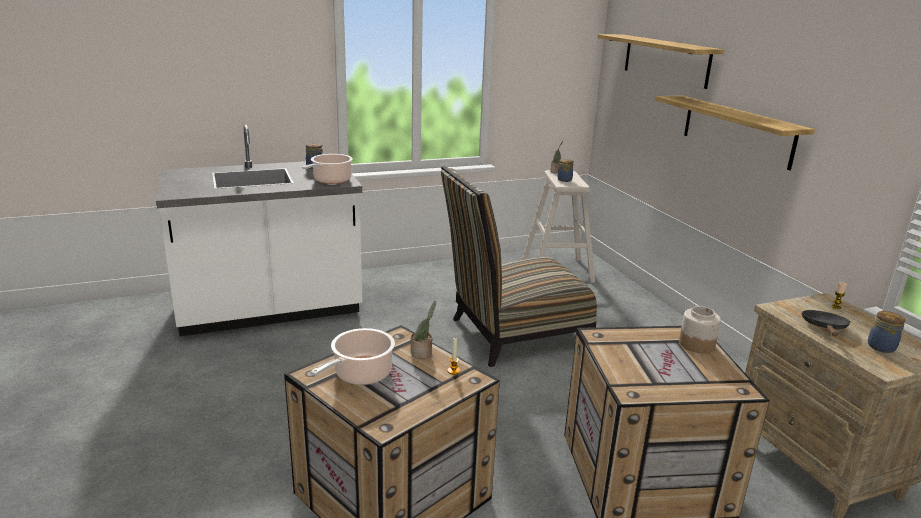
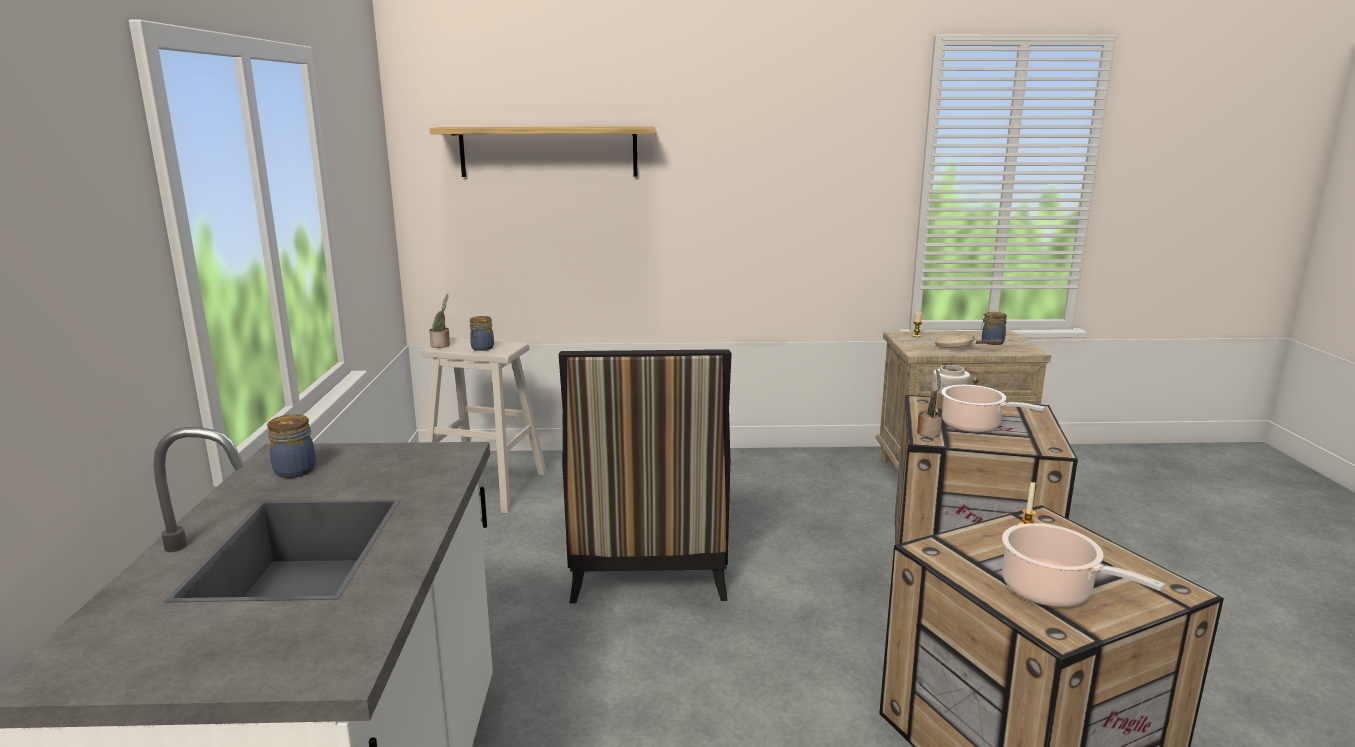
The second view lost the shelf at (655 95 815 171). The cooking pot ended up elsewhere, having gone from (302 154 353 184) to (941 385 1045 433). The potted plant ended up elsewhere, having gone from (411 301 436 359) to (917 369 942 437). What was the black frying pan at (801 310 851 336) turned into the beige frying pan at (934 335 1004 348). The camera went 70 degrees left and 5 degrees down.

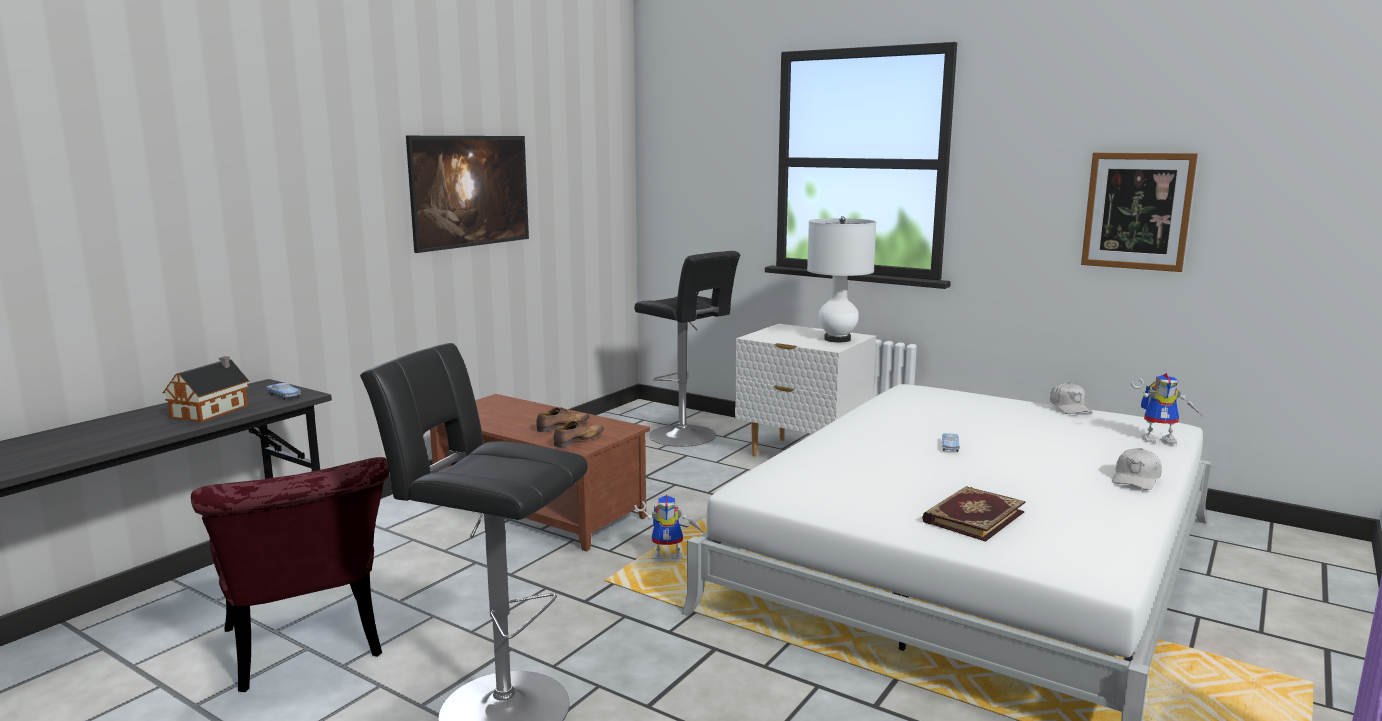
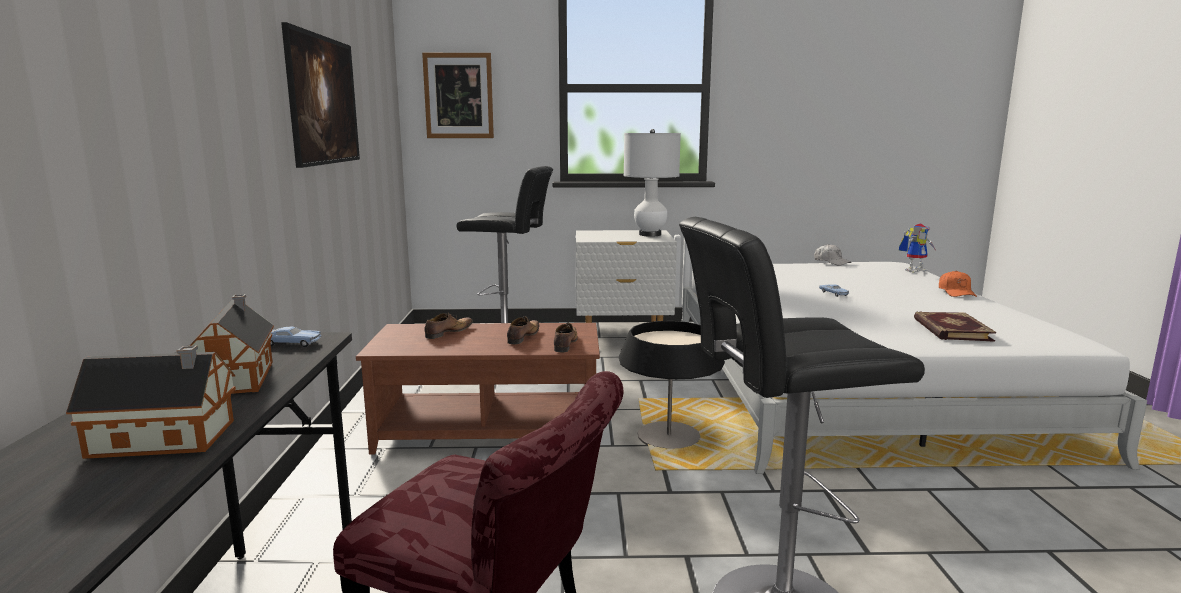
The picture ended up elsewhere, having gone from (1081 153 1198 272) to (422 53 494 138). What was the white cap at (1112 448 1162 490) turned into the orange cap at (939 271 977 297). Where the toy robot stood at (634 494 704 562), the table lamp came to stand at (619 321 725 449). The second view gained the shoe at (425 312 473 339). The second view gained the toy house at (66 346 236 459). The camera went 35 degrees left and 0 degrees up.

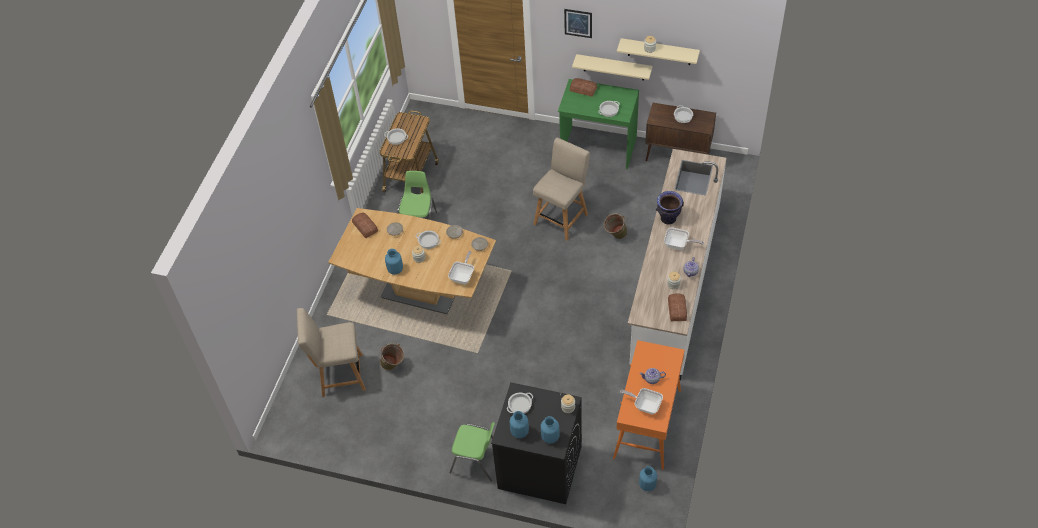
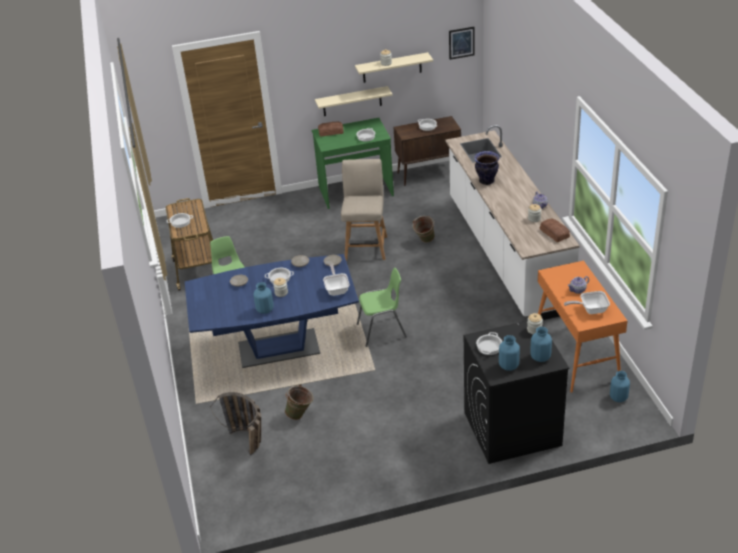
The picture ended up elsewhere, having gone from (564 9 592 38) to (449 27 475 60). What was the brown dining table at (328 208 496 314) turned into the blue dining table at (185 254 359 368). The second view lost the bread at (352 212 378 238). The second view lost the frying pan at (664 227 704 250). Where the beige chair stood at (297 308 366 397), the basket came to stand at (210 392 261 455). The green chair ended up elsewhere, having gone from (449 422 495 481) to (357 268 407 347). The camera went 30 degrees left and 15 degrees down.

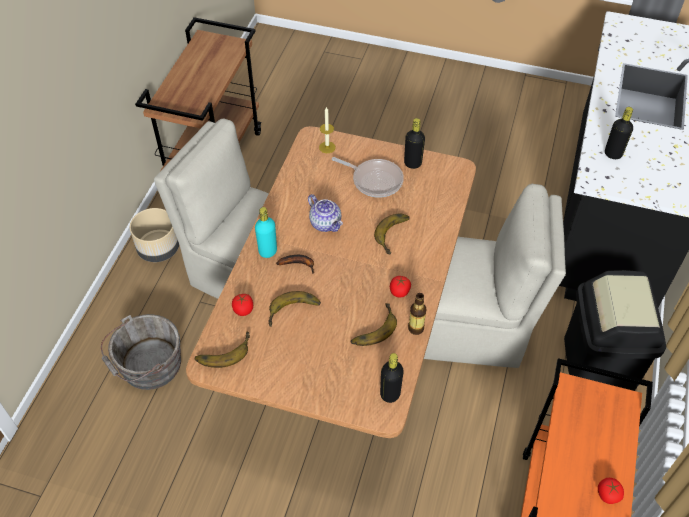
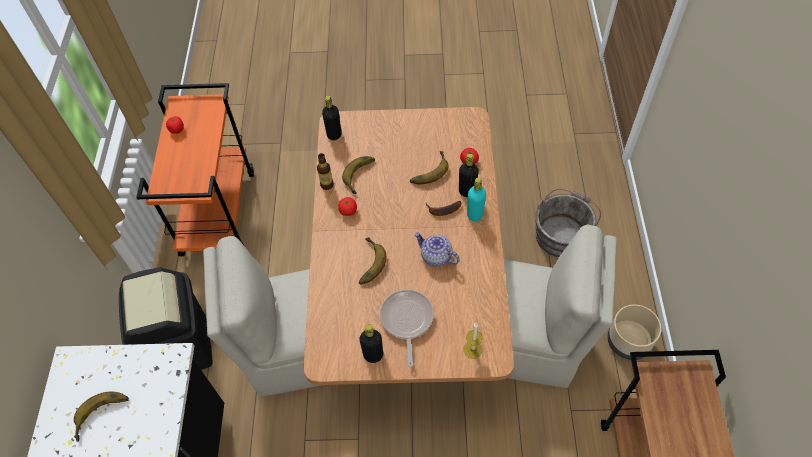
The black bottle ended up elsewhere, having gone from (605 107 633 159) to (459 154 479 197). The frying pan at (332 157 404 198) ended up facing another way, 75 degrees clockwise from before. The banana ended up elsewhere, having gone from (195 332 250 368) to (74 392 129 442). The camera went 165 degrees right and 5 degrees up.

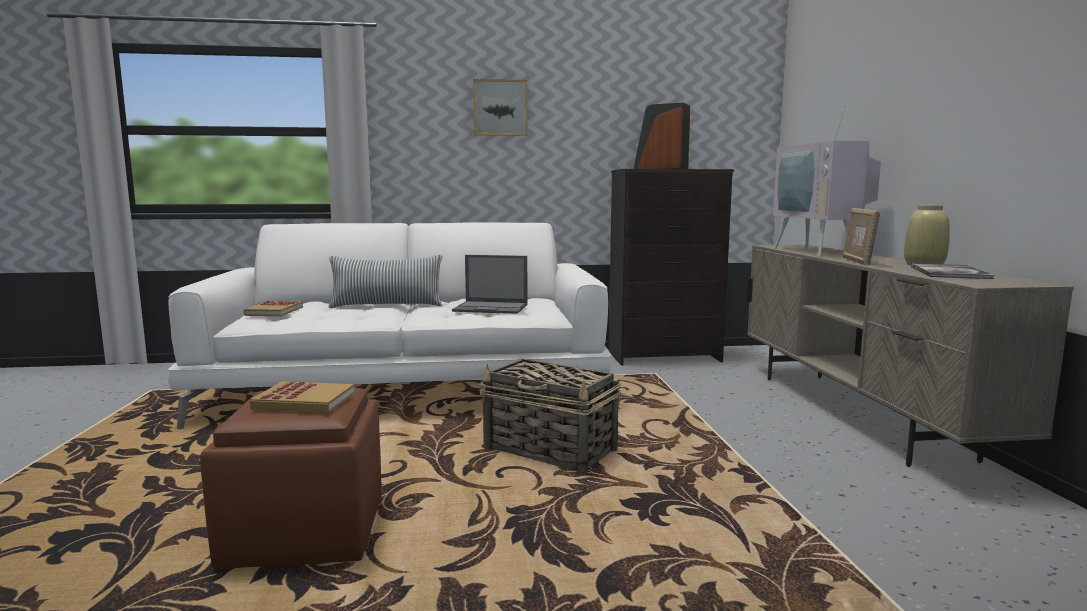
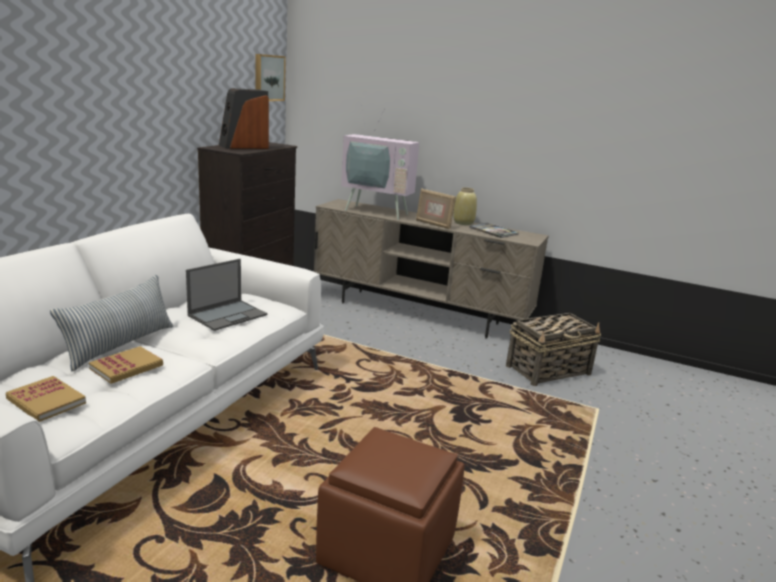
The picture ended up elsewhere, having gone from (473 79 528 136) to (255 54 286 101). The basket ended up elsewhere, having gone from (479 359 621 474) to (506 313 601 386). The book ended up elsewhere, having gone from (250 381 354 413) to (89 346 163 384). The camera went 60 degrees left and 10 degrees up.

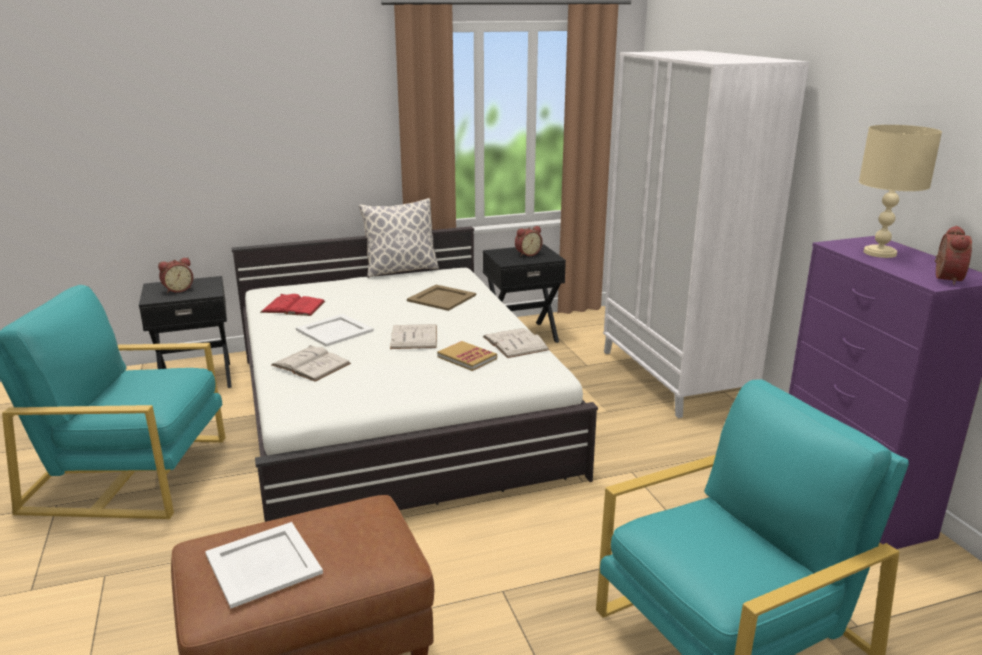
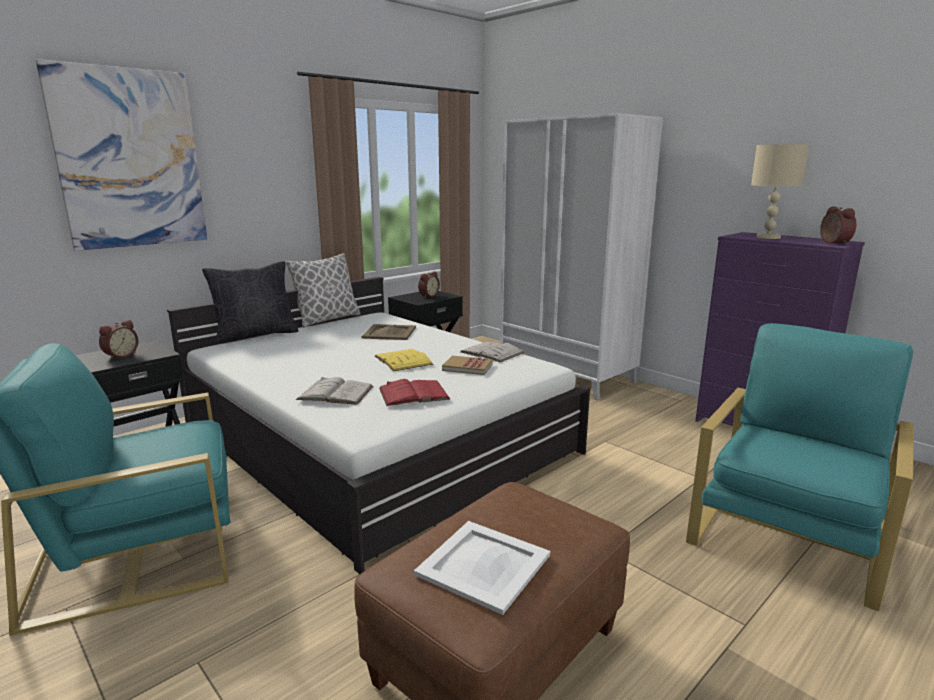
The red book ended up elsewhere, having gone from (260 294 325 316) to (379 379 450 406). The second view lost the white tray at (296 314 374 347). What was the white book at (390 324 437 349) turned into the yellow book at (375 349 433 371). The second view gained the picture at (36 59 207 251). The second view gained the black pillow at (202 261 299 344). The camera went 25 degrees left and 5 degrees down.

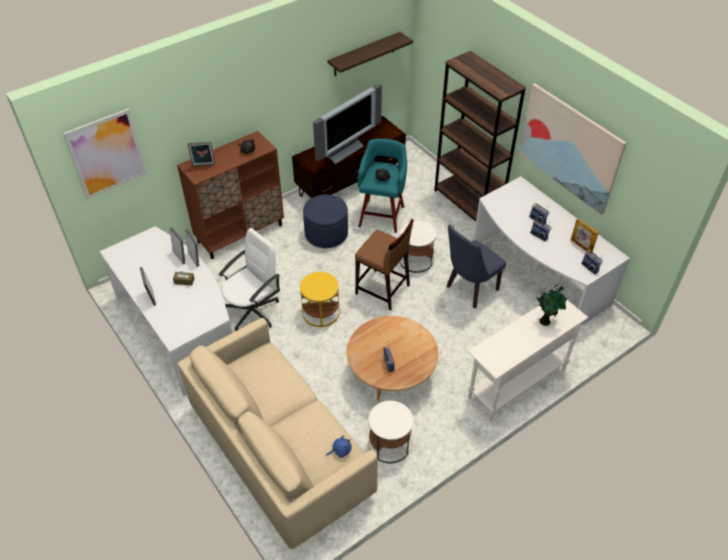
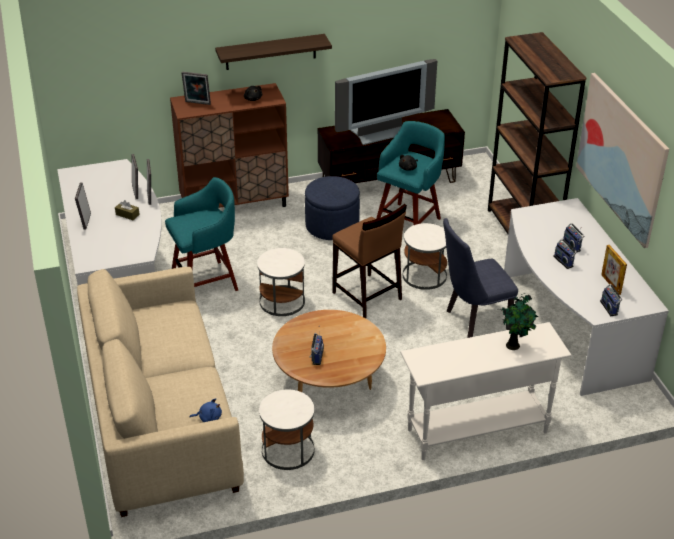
The shelf ended up elsewhere, having gone from (328 32 413 76) to (215 34 332 70). The second view lost the picture at (63 109 147 199). Where the white office chair stood at (219 228 280 331), the turquoise stool came to stand at (165 177 238 291). What was the yellow side table at (300 272 339 327) turned into the white side table at (257 248 305 316). The camera went 20 degrees right and 10 degrees down.

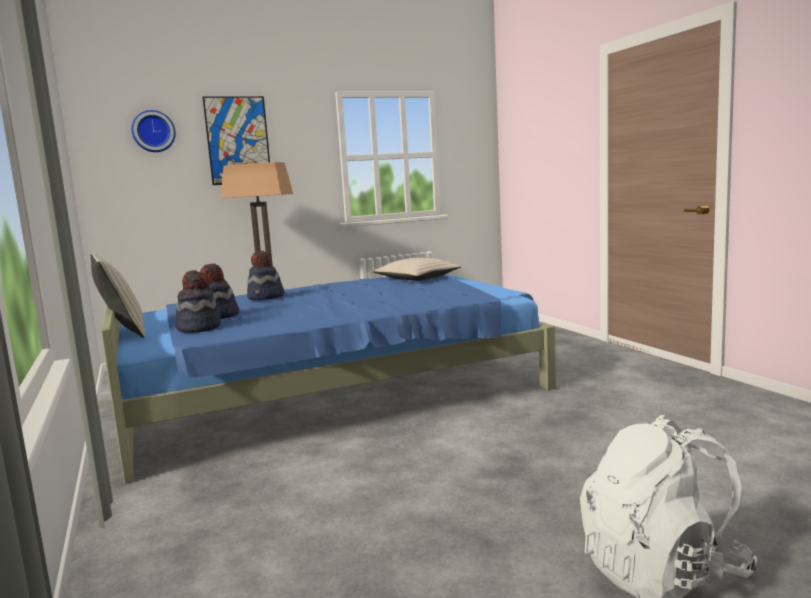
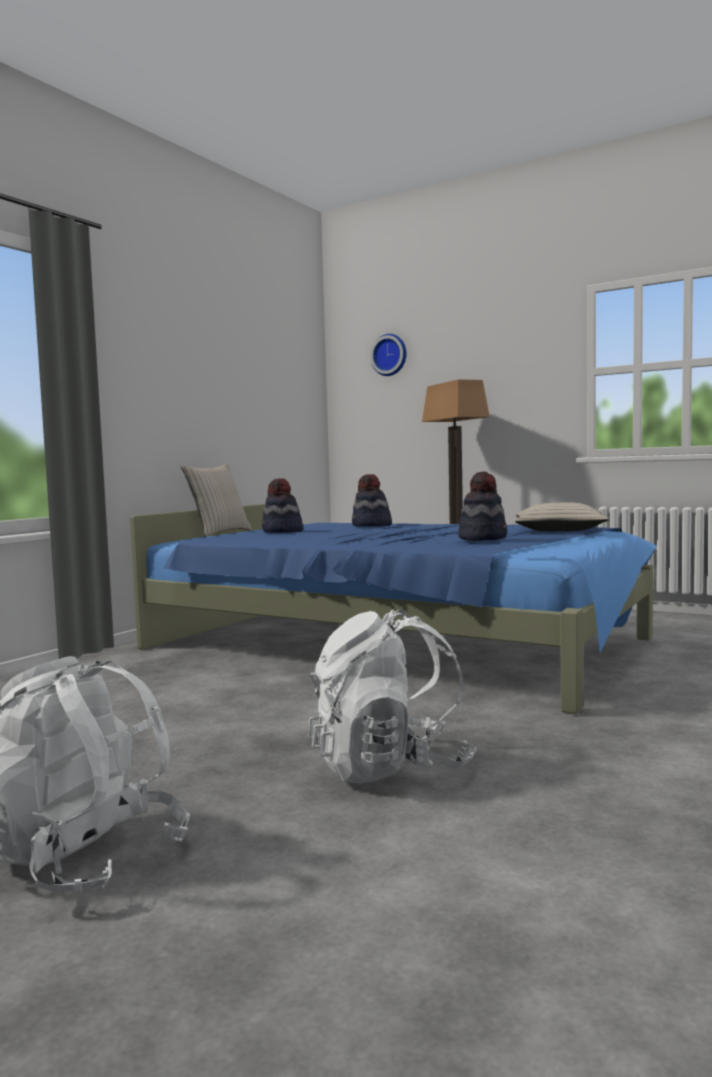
The second view lost the picture at (203 96 270 185). The hat ended up elsewhere, having gone from (176 270 221 333) to (458 472 507 541). The second view gained the white backpack at (309 609 477 784). The camera went 55 degrees right and 5 degrees down.

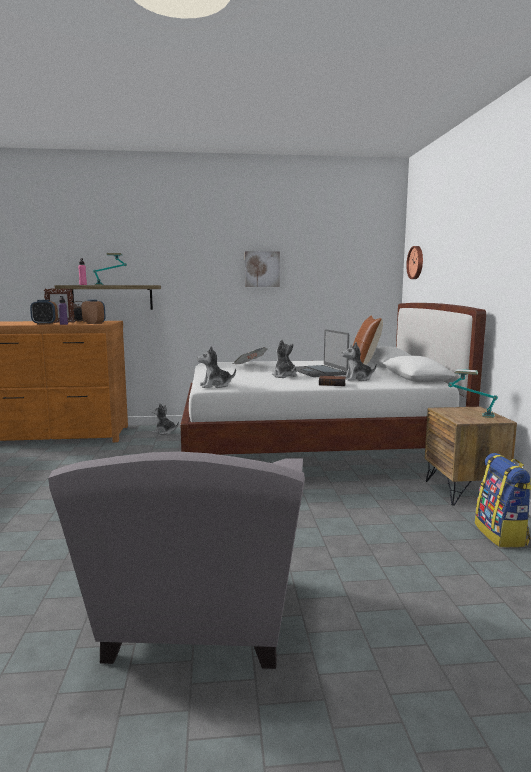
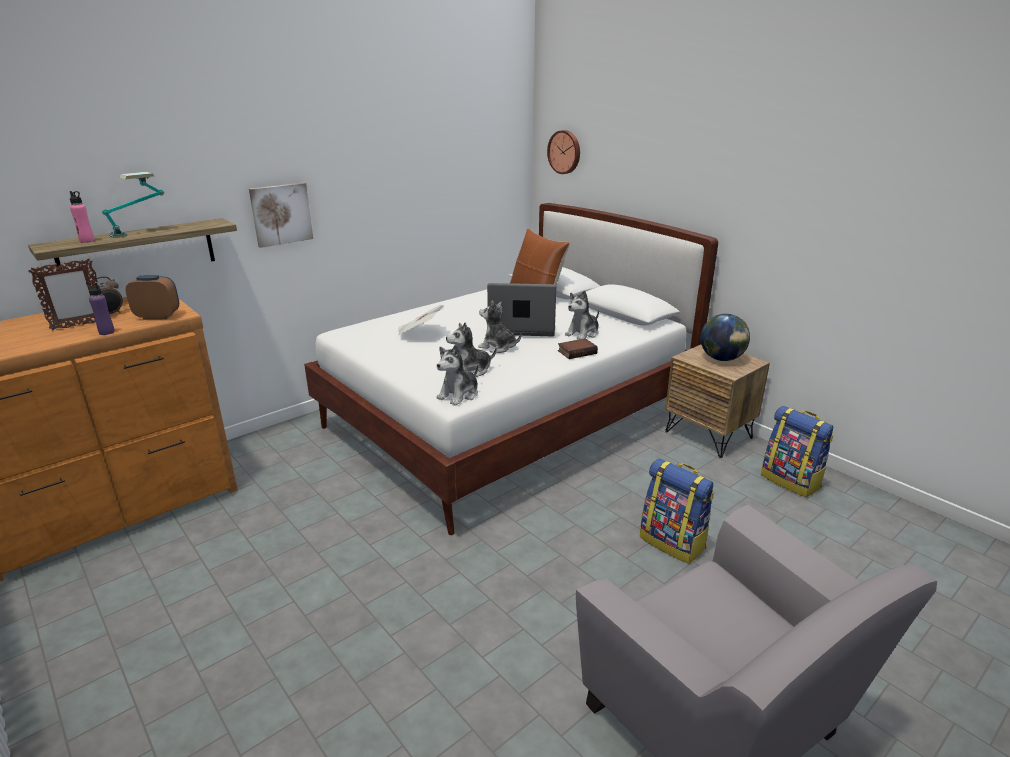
The picture ended up elsewhere, having gone from (245 251 280 287) to (249 183 313 248). The second view lost the alarm clock at (30 300 58 325). The laptop at (295 329 349 377) ended up facing another way, 150 degrees clockwise from before. Where the table lamp stood at (448 369 498 418), the globe came to stand at (700 314 750 361). The plush toy ended up elsewhere, having gone from (152 403 179 434) to (446 322 497 377). The second view gained the backpack at (640 458 714 564). The camera went 35 degrees left and 15 degrees up.

